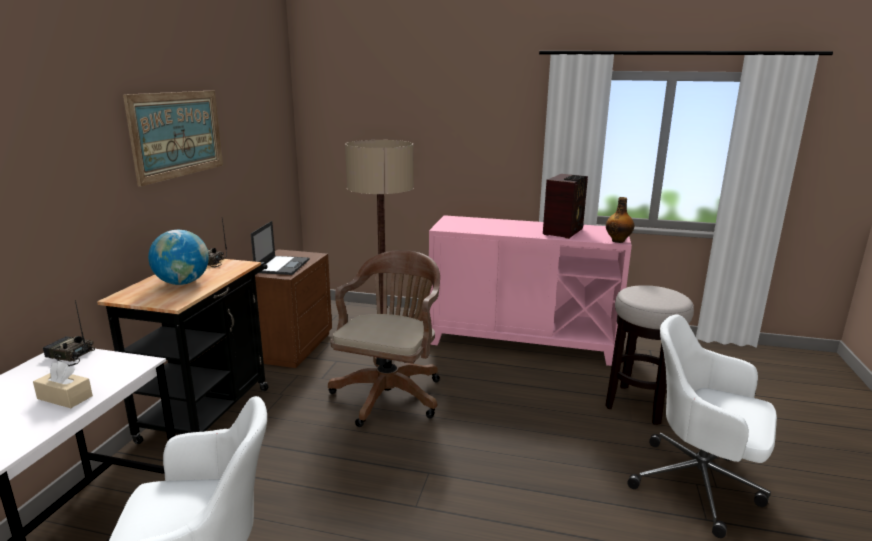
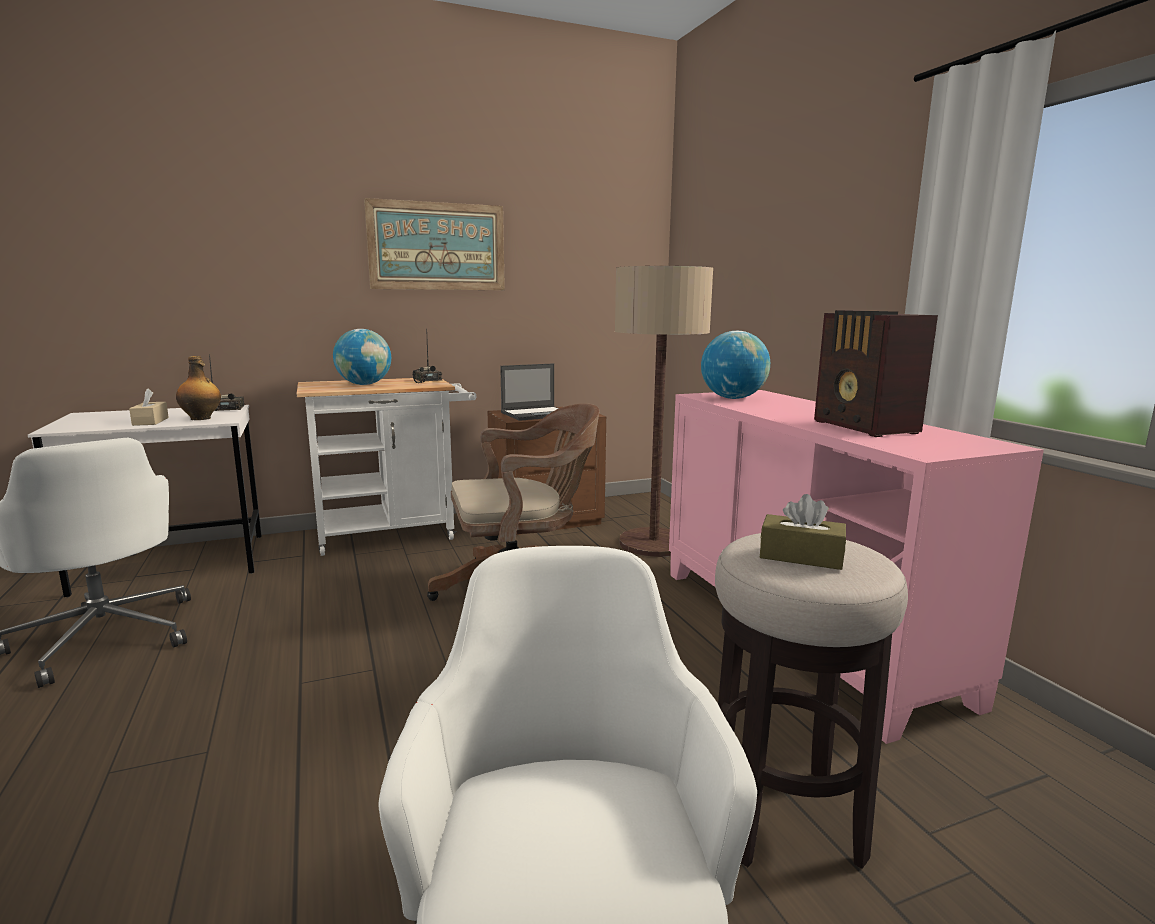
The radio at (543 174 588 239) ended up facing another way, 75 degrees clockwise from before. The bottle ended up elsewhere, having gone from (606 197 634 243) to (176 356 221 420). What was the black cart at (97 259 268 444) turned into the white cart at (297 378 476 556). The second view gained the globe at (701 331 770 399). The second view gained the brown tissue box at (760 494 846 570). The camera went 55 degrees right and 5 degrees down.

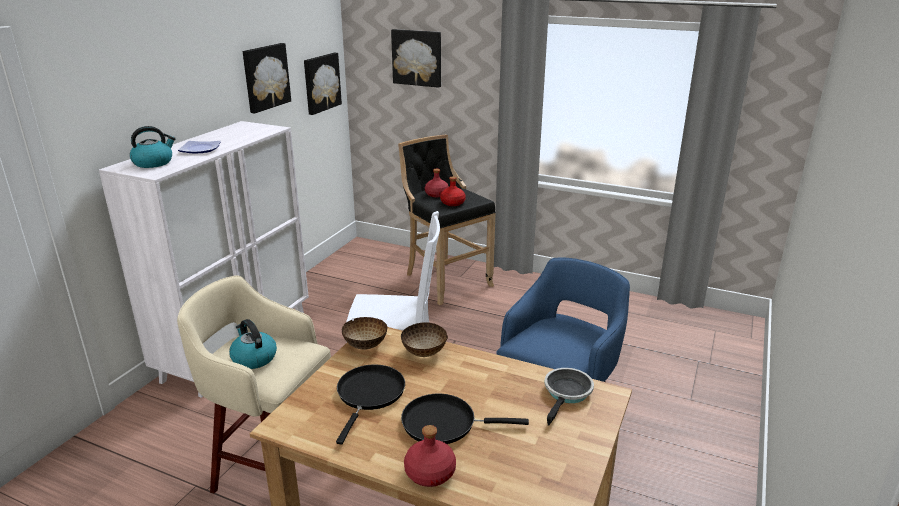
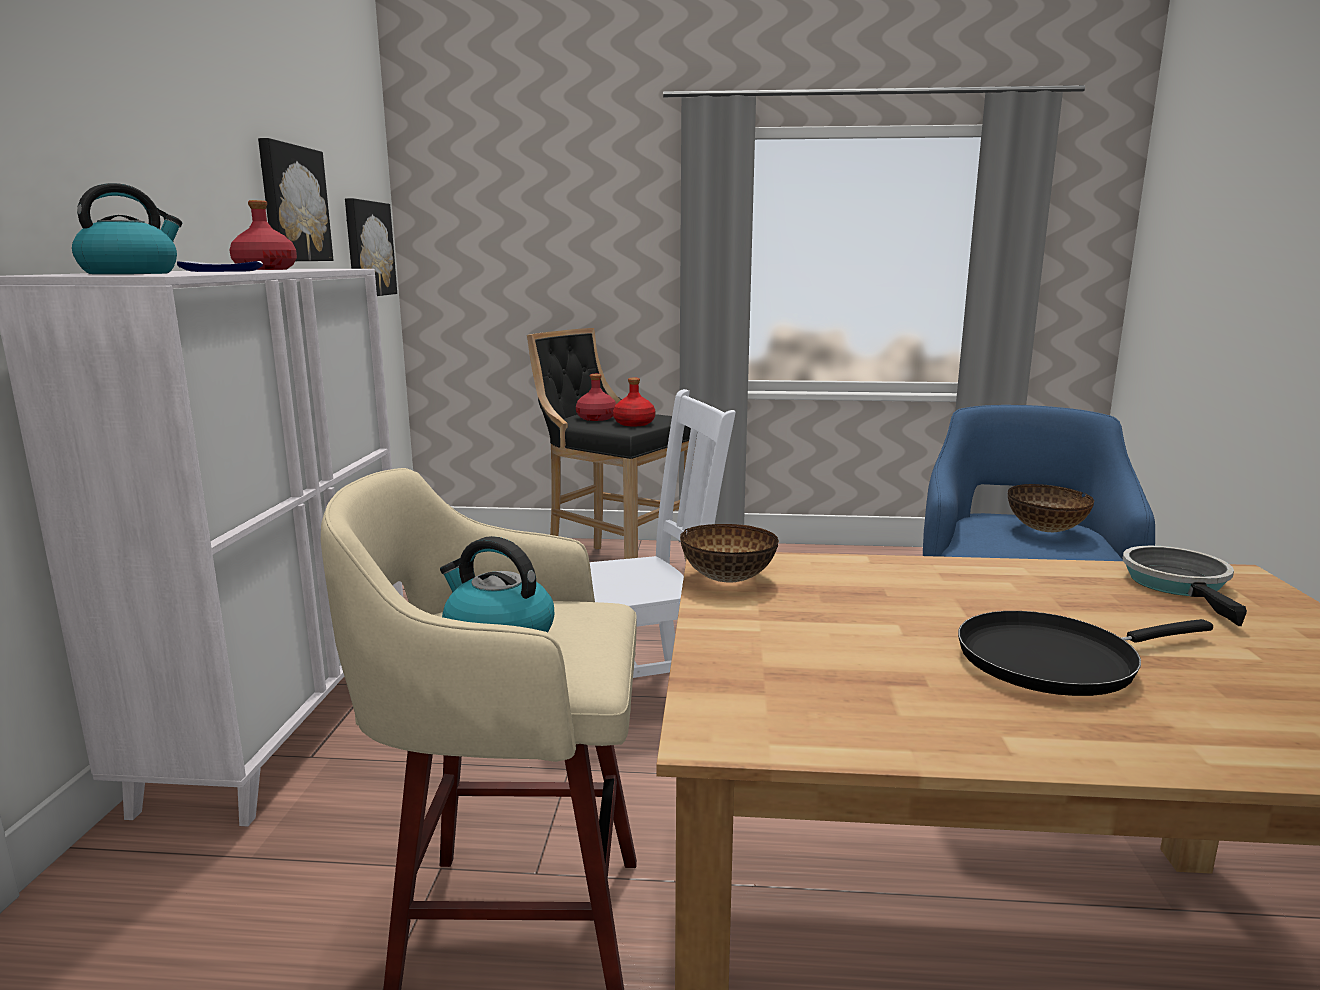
The second view lost the picture at (391 29 441 88). The bowl ended up elsewhere, having gone from (401 322 448 357) to (1008 484 1094 532). The second view lost the black frying pan at (336 365 405 445). The red bottle ended up elsewhere, having gone from (404 425 456 487) to (229 200 297 270). The camera went 20 degrees left and 10 degrees down.

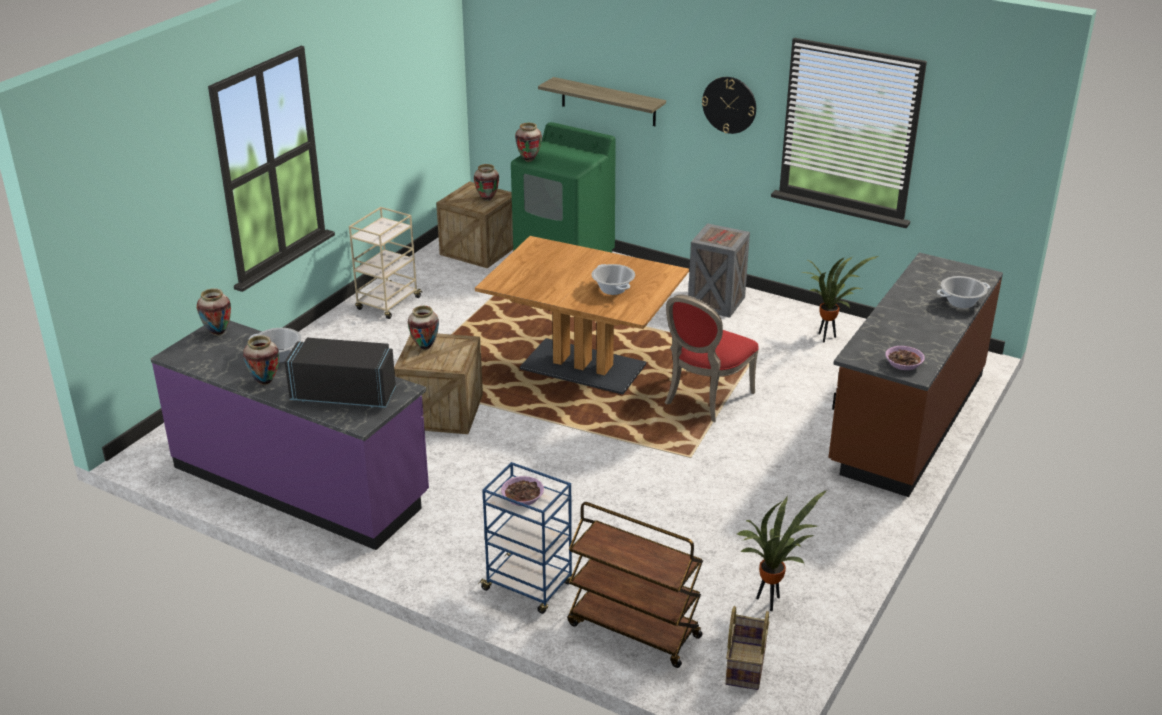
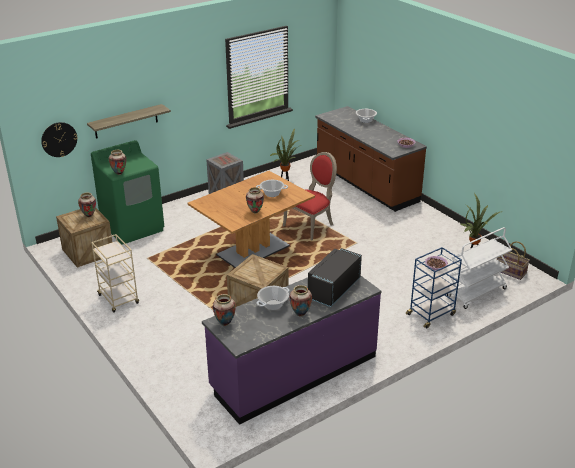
The wall clock ended up elsewhere, having gone from (702 77 756 134) to (41 122 78 157). The red chair at (665 295 759 422) ended up facing another way, 105 degrees counterclockwise from before. The vase ended up elsewhere, having gone from (408 306 439 350) to (246 187 264 213). What was the brown cart at (567 502 703 668) turned into the white cart at (446 227 512 309). The camera went 65 degrees left and 0 degrees up.

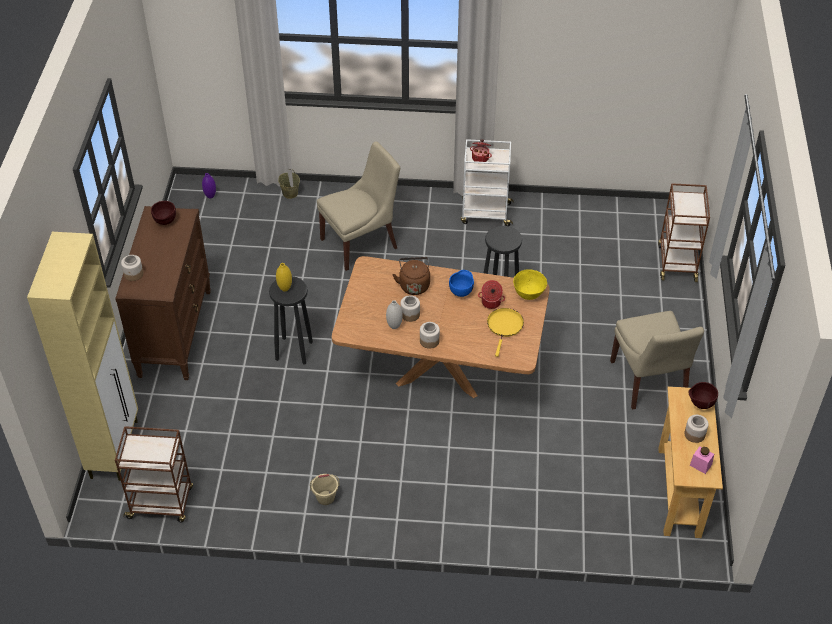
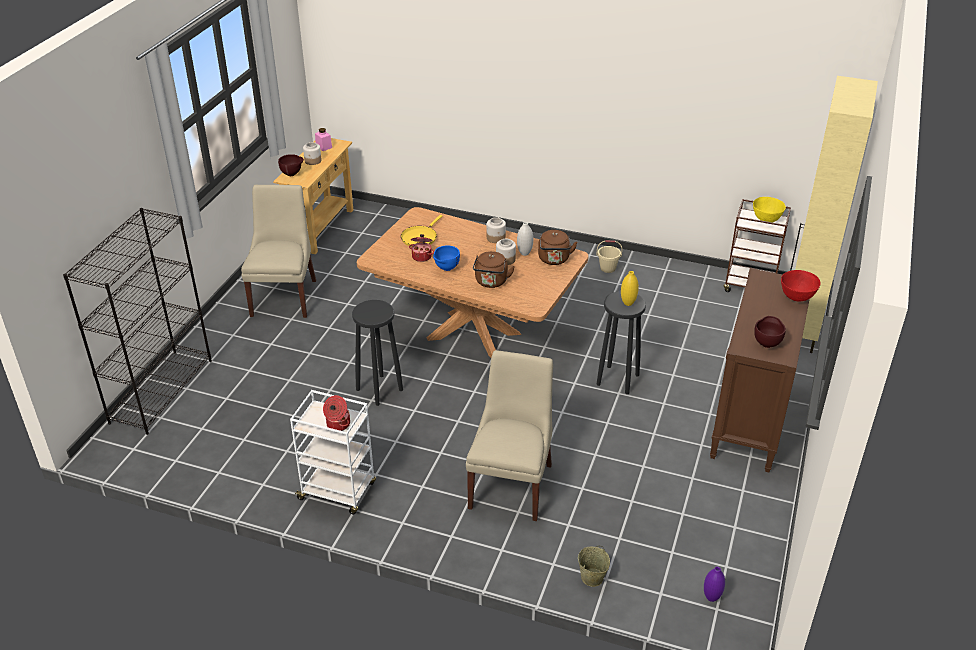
The beige chair at (317 142 400 271) ended up facing another way, 120 degrees clockwise from before. Where the brown cart stood at (658 183 710 282), the black bookcase came to stand at (63 208 212 435). Where the jar stood at (121 255 143 281), the red bowl came to stand at (781 270 821 302). The yellow bowl ended up elsewhere, having gone from (513 269 547 300) to (753 197 786 223). The second view gained the brown kettle at (538 230 578 265). The camera went 165 degrees left and 10 degrees down.

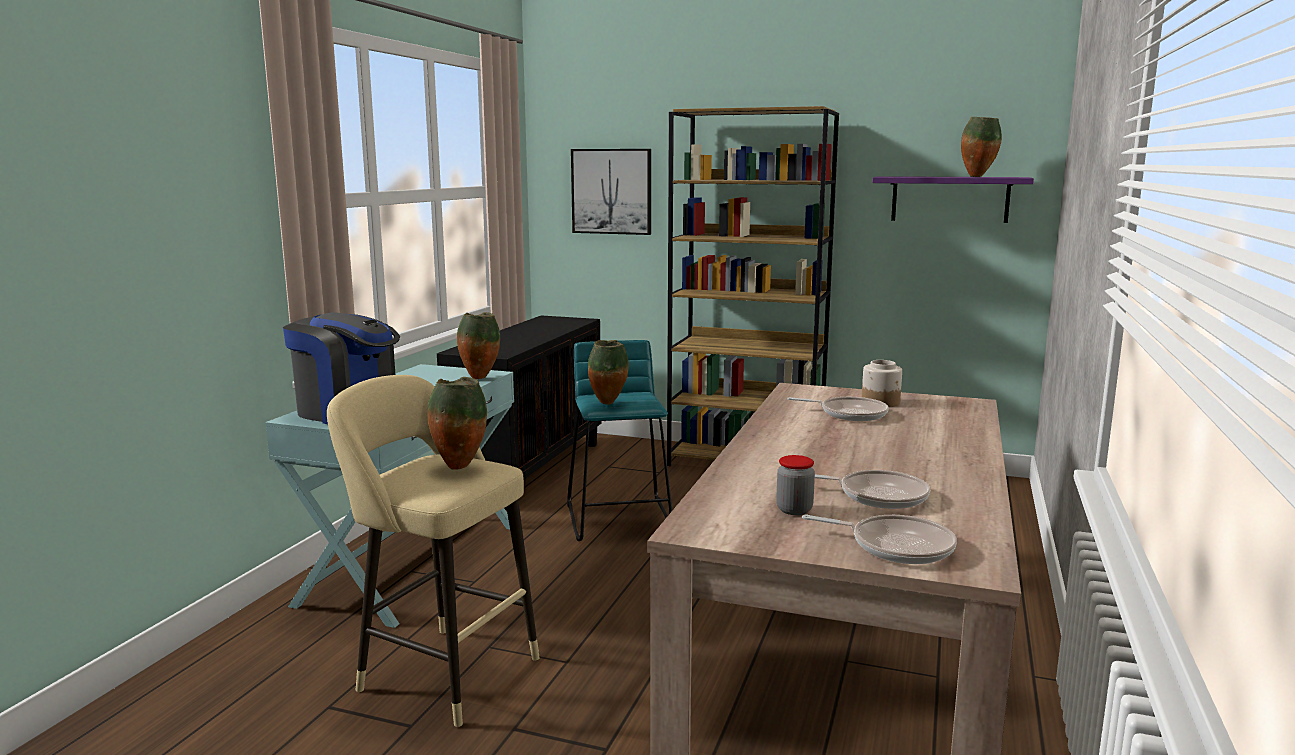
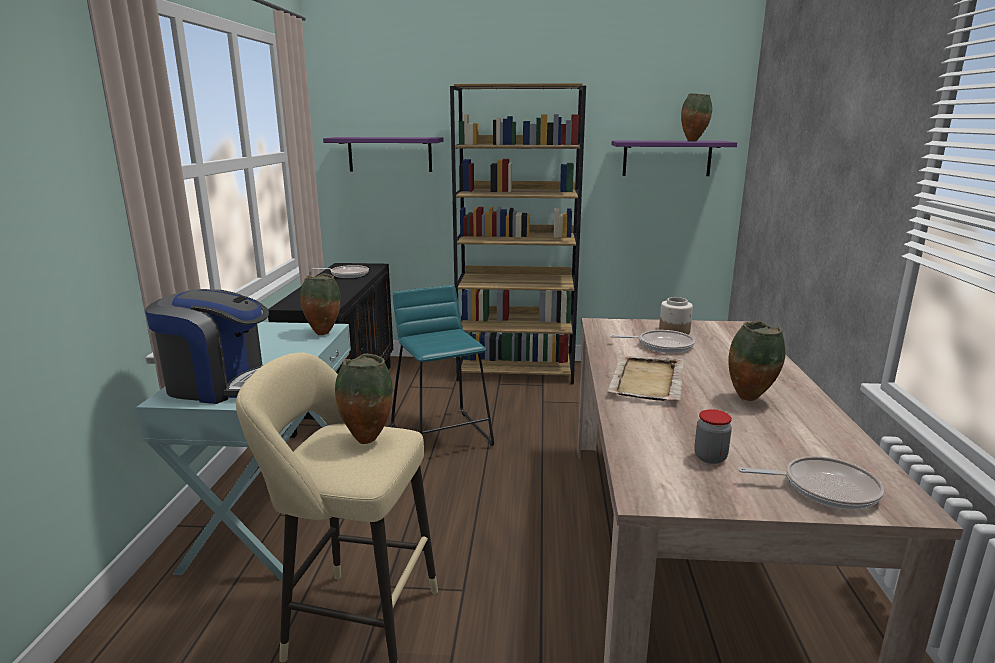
Where the picture hung at (571 149 651 235), the purple shelf came to hang at (323 137 444 172). The vase ended up elsewhere, having gone from (588 340 629 405) to (728 321 786 401). The frying pan ended up elsewhere, having gone from (815 470 930 509) to (311 265 369 278). The second view gained the beige tray at (607 355 684 401). The camera went 15 degrees left and 5 degrees up.

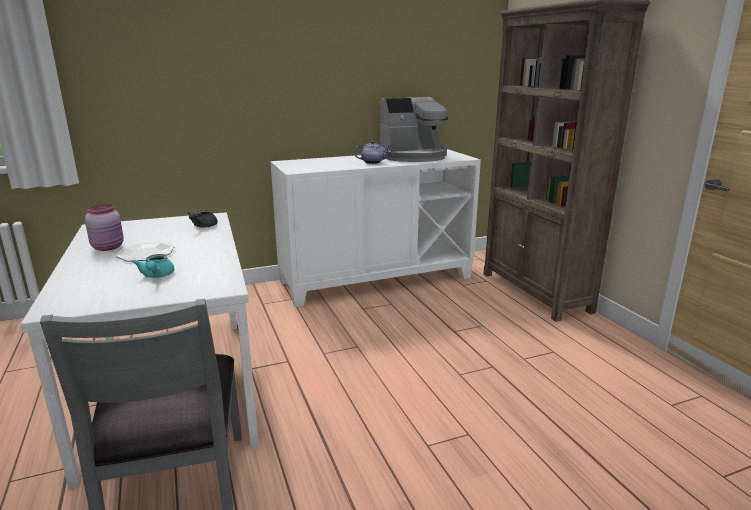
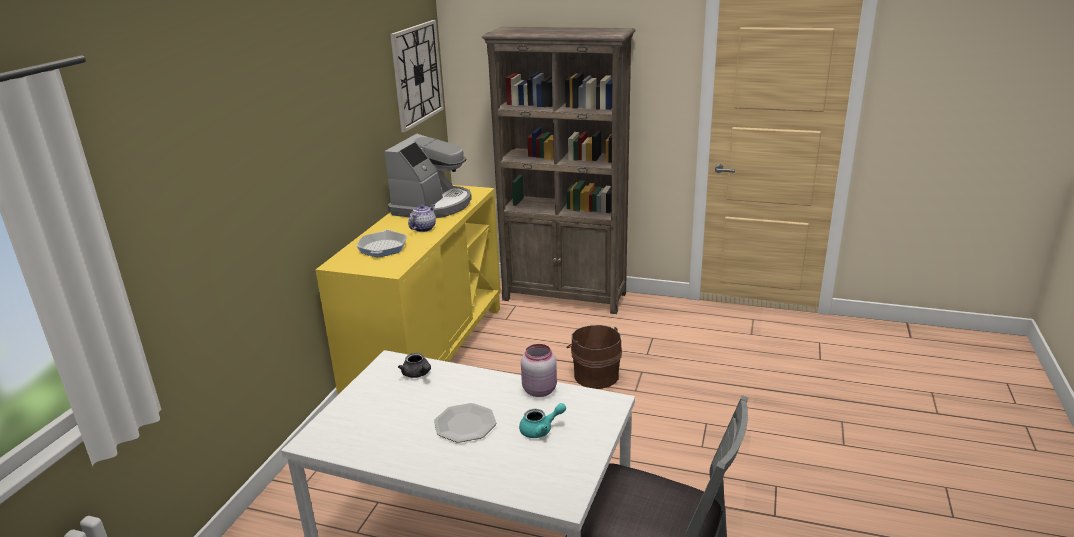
What was the white cabinet at (270 149 481 307) turned into the yellow cabinet at (316 185 501 394). The pink jar ended up elsewhere, having gone from (85 204 124 251) to (521 344 557 397). The turquoise teapot at (133 254 174 278) ended up facing another way, 45 degrees counterclockwise from before. The second view gained the wall clock at (390 20 444 132). The second view gained the frying pan at (357 230 407 257). The second view gained the brown bucket at (566 325 622 389). The camera went 50 degrees left and 5 degrees up.

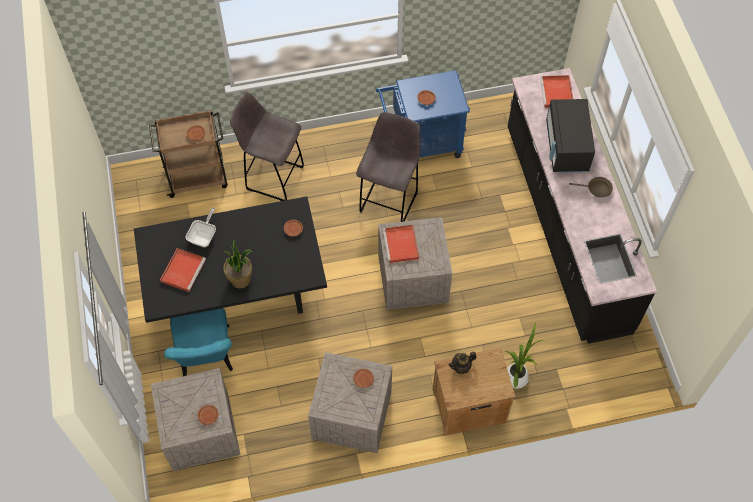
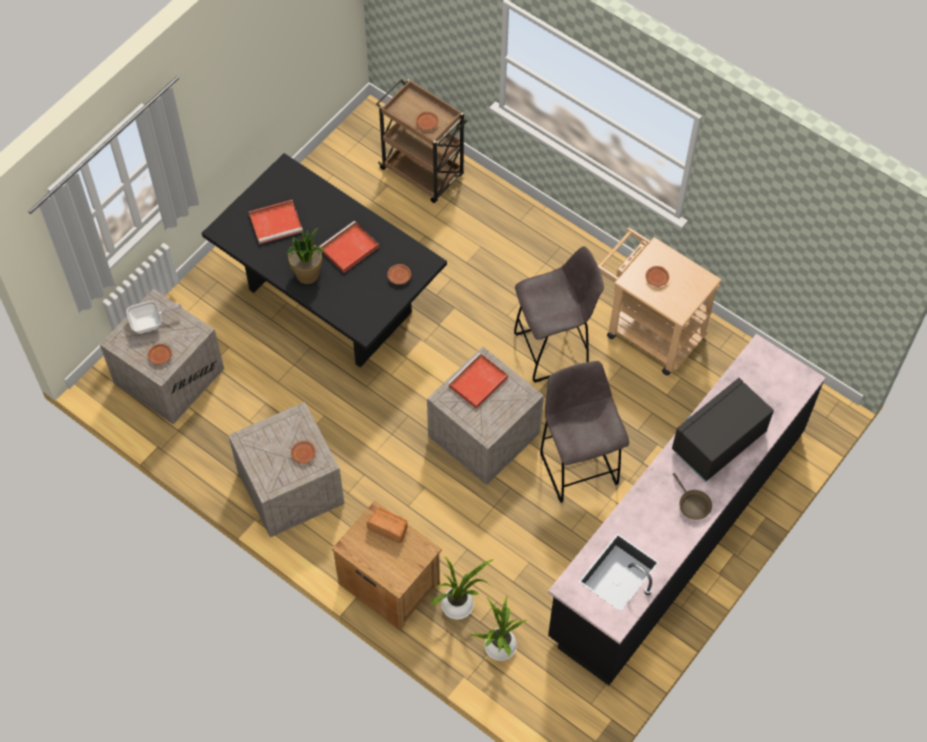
What was the blue cart at (376 70 470 158) turned into the beige cart at (597 227 722 375). The red tray ended up elsewhere, having gone from (540 75 573 108) to (319 221 379 273). The grey stool ended up elsewhere, having gone from (230 92 304 201) to (540 361 629 503). The frying pan ended up elsewhere, having gone from (185 208 216 247) to (126 300 182 333). The second view lost the turquoise chair at (164 308 233 376). Where the teapot stood at (448 352 477 374), the bread came to stand at (366 508 408 544). The second view gained the potted plant at (471 596 527 661). The camera went 50 degrees right and 0 degrees up.

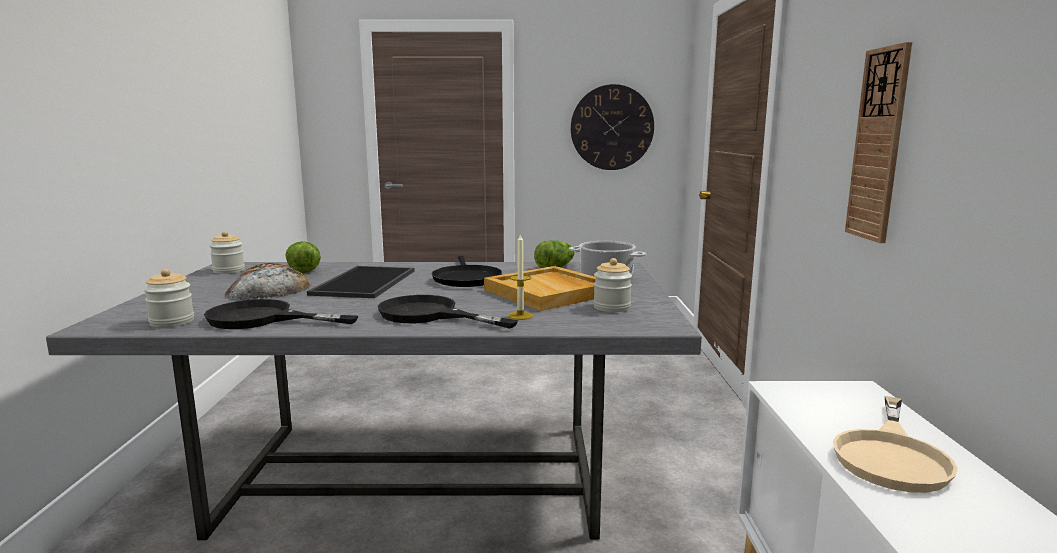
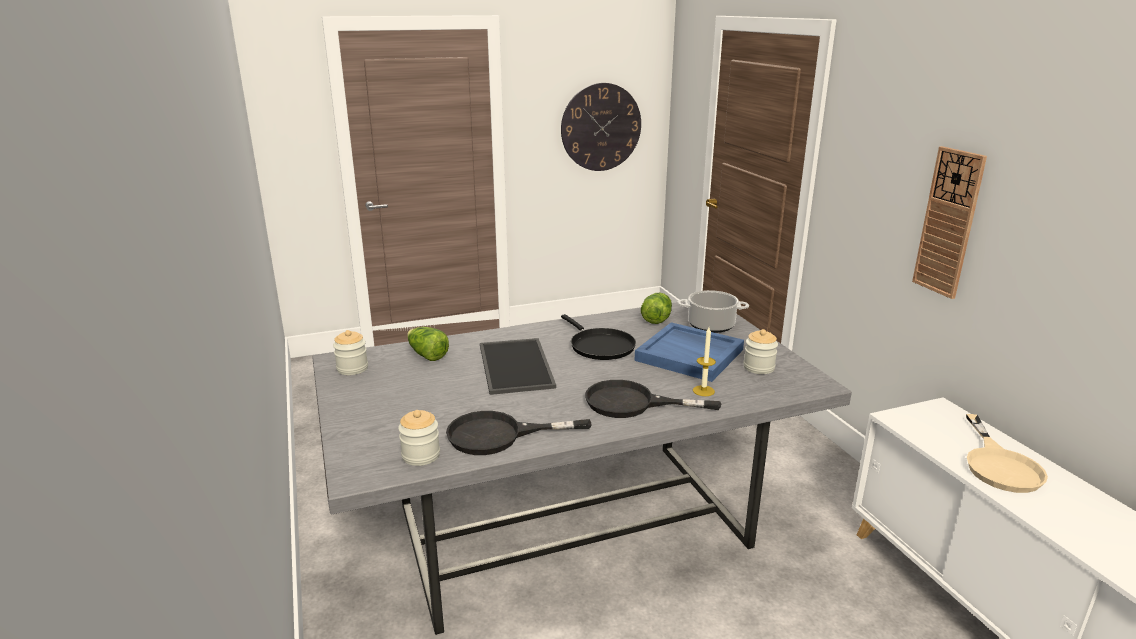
The second view lost the bread at (224 263 311 301). What was the beige tray at (484 266 596 311) turned into the blue tray at (635 322 744 382). The camera went 20 degrees left and 10 degrees up.

